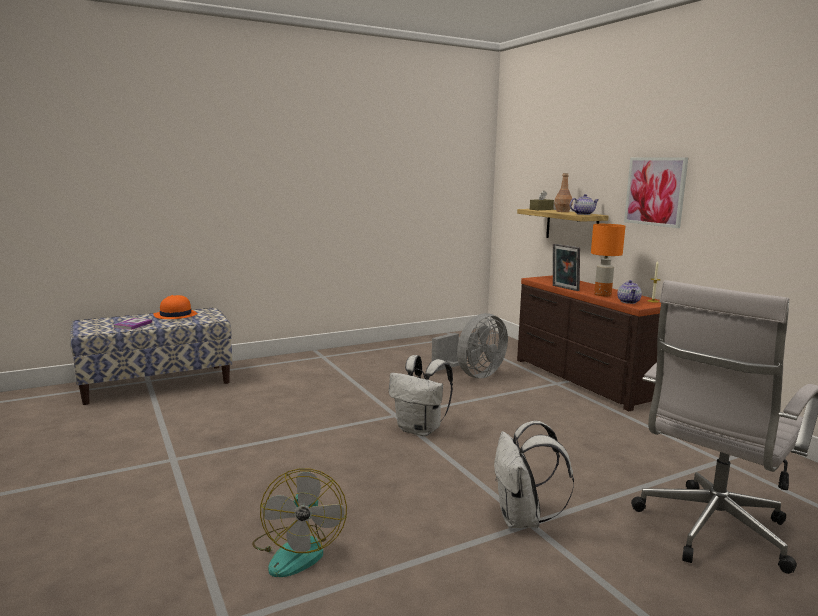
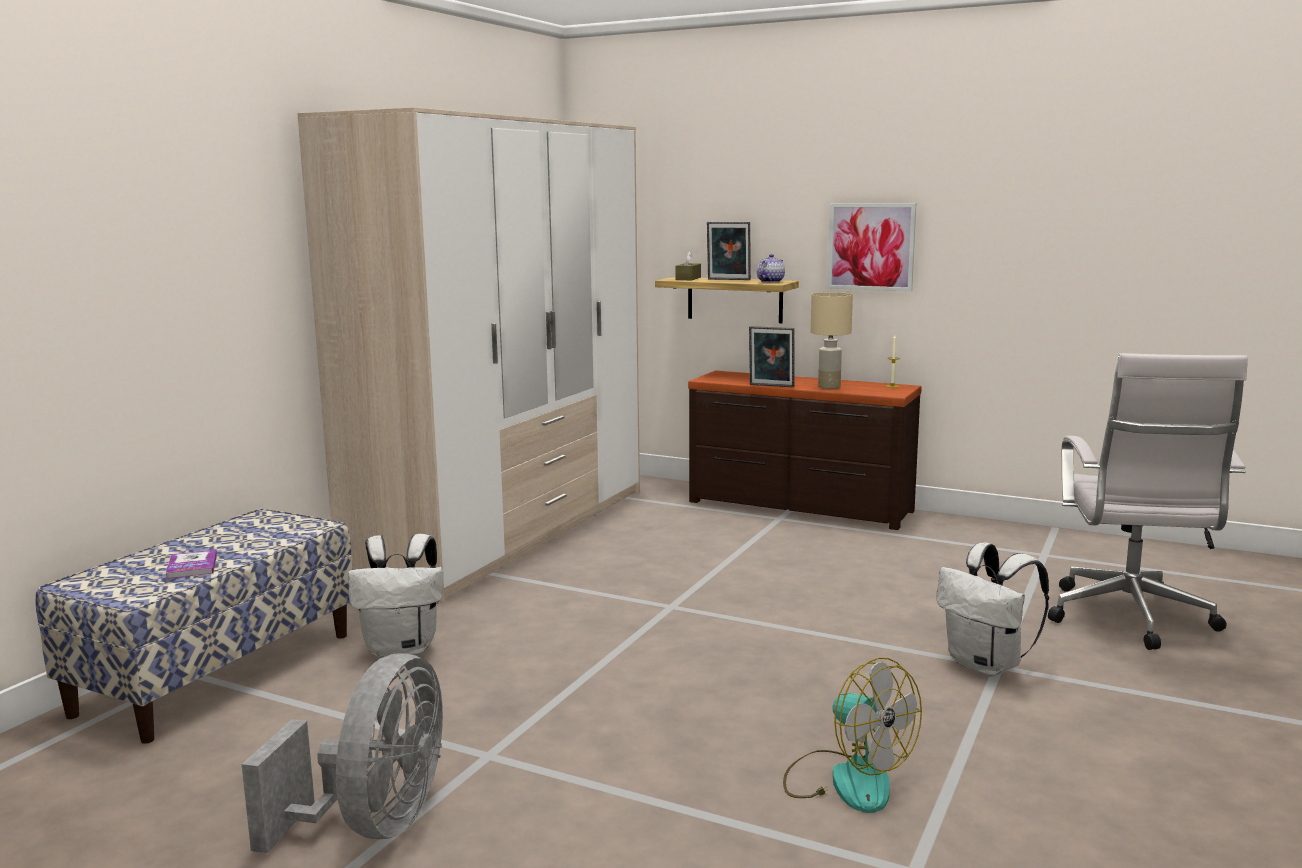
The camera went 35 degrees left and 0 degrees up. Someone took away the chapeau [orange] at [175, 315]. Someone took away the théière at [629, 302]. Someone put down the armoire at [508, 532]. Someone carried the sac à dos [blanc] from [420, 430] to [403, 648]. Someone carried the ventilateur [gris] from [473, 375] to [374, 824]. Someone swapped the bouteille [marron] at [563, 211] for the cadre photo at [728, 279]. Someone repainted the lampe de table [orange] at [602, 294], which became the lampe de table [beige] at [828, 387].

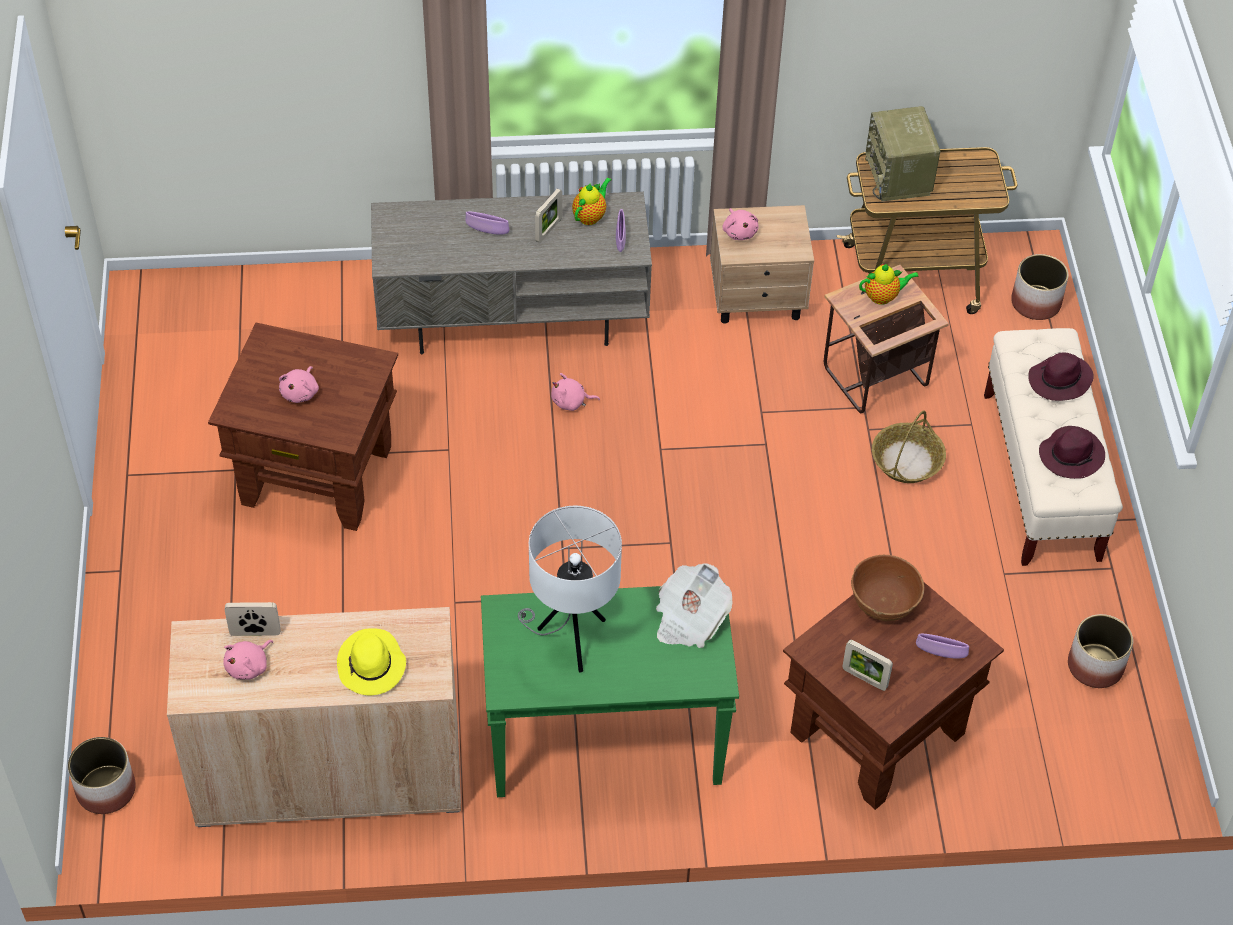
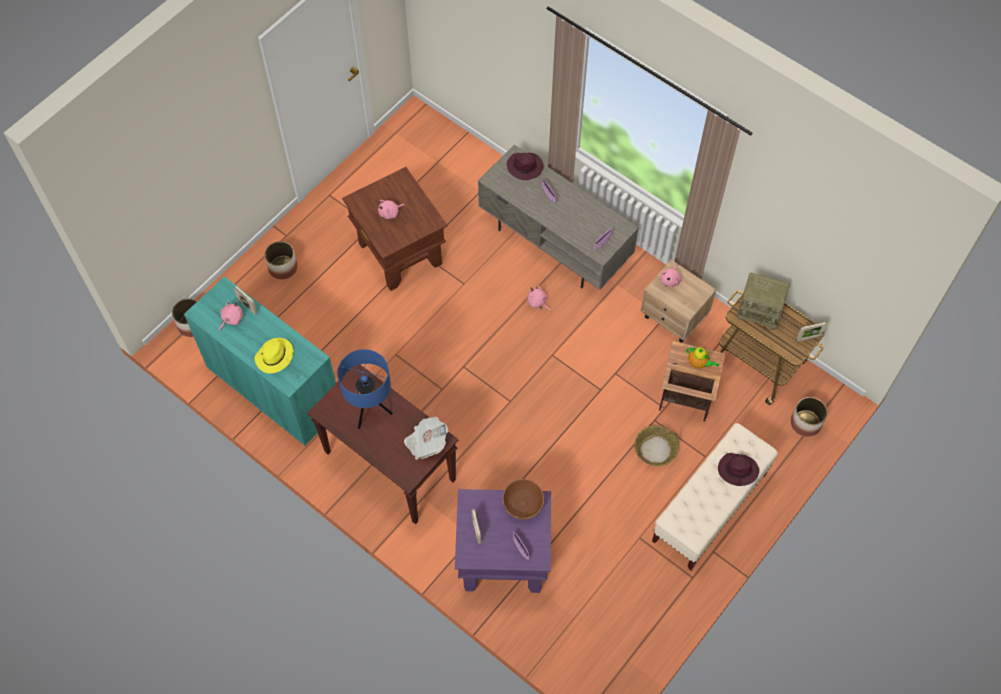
The camera went 45 degrees right and 10 degrees up. Someone took away the théière at [590, 216]. Someone carried the cadre photo from [548, 230] to [808, 338]. Someone carried the chapeau [violet] from [1071, 455] to [525, 167]. Someone carried the cache-pot from [1096, 666] to [283, 267]. Someone repainted the meuble de rangement [beige] at [329, 775], which became the meuble de rangement [turquoise] at [274, 387]. Someone repainted the table console [vert] at [603, 744], which became the table console [marron] at [388, 466]. Someone repainted the lampe de table [blanc] at [570, 638], which became the lampe de table [bleu] at [370, 410]. Someone repainted the table d'appoint [marron] at [876, 733], which became the table d'appoint [violet] at [503, 559]. Someone rotated the peluche [rose] at [249, 666] by 135 degrees clockwise. Someone rotated the radio at [899, 177] by 105 degrees counterclockwise.

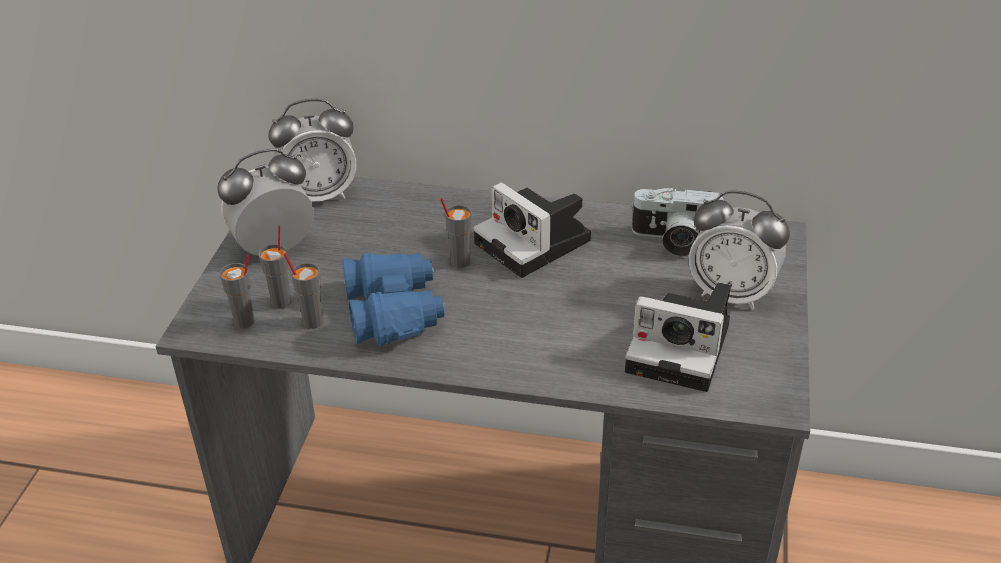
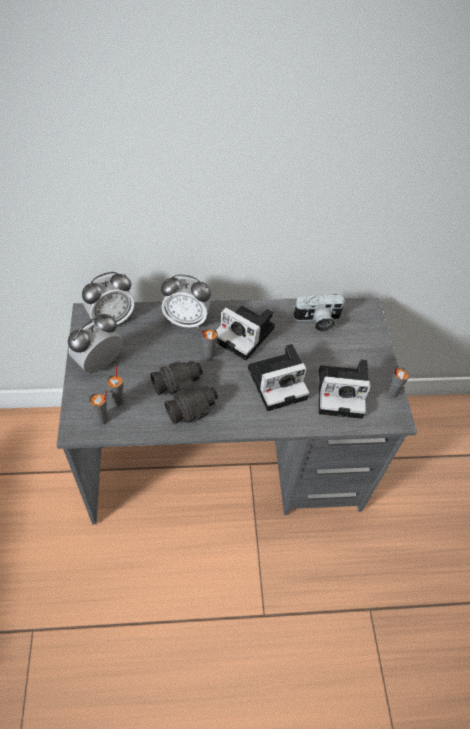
The camera went 20 degrees left and 15 degrees up. Someone put down the appareil photo at [279, 382]. Someone carried the tasse [gris] from [312, 321] to [391, 393]. Someone carried the réveil from [731, 294] to [186, 320]. Someone repainted the jumelles [bleu] at [394, 312], which became the jumelles [noir] at [185, 396].

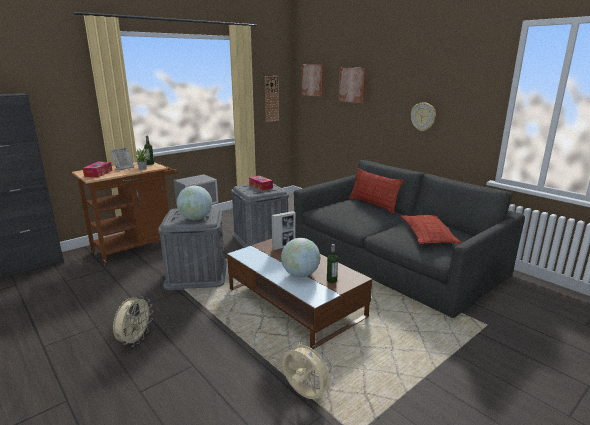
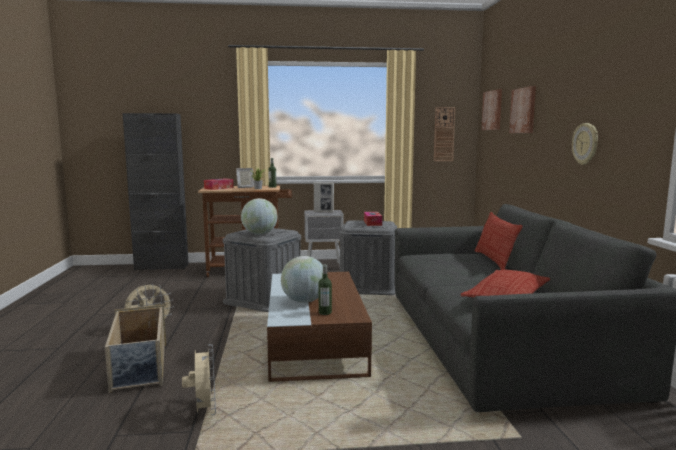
The camera went 35 degrees right and 10 degrees down. Someone put down the boîte de rangement [beige] at [139, 367]. Someone carried the cadre photo from [284, 247] to [323, 212].

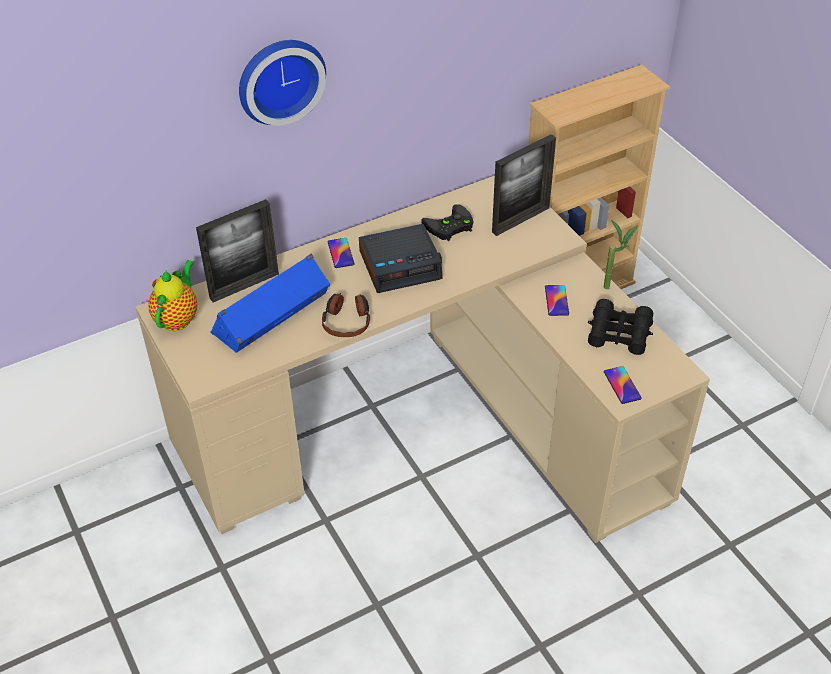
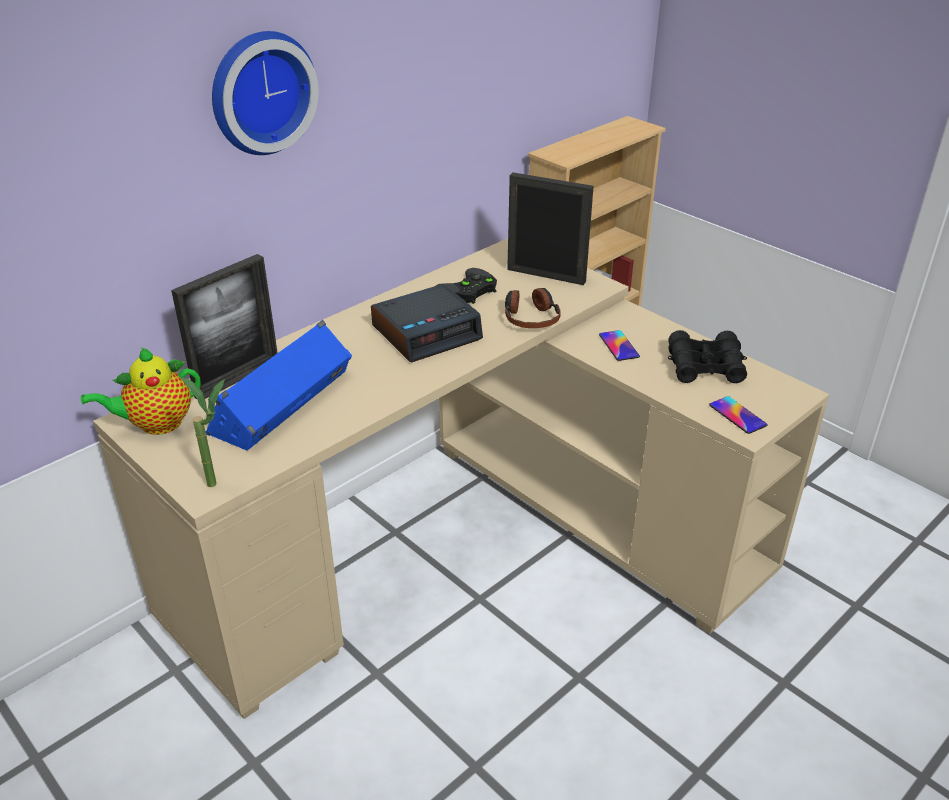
The camera went 15 degrees left and 10 degrees down. Someone took away the téléphone at [340, 253]. Someone carried the casque audio from [347, 321] to [530, 317]. Someone carried the plante en pot from [613, 288] to [221, 484]. Someone rotated the théière at [178, 318] by 120 degrees counterclockwise. Someone rotated the cadre photo at [520, 220] by 105 degrees counterclockwise.

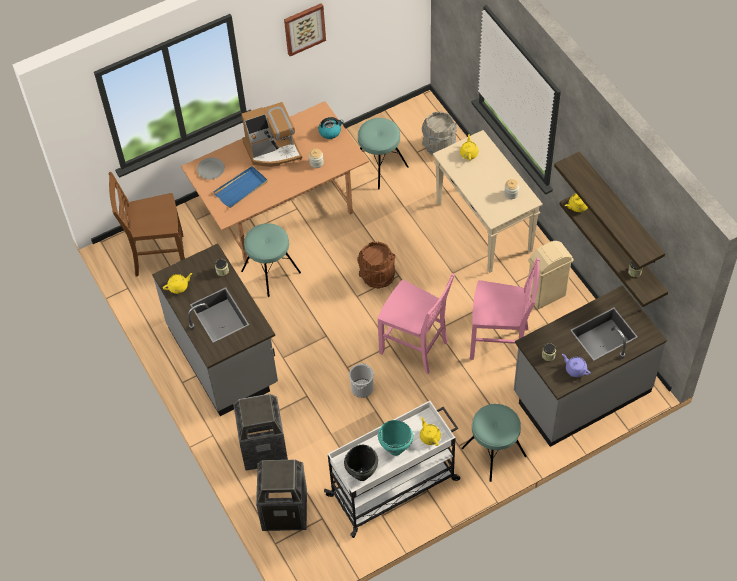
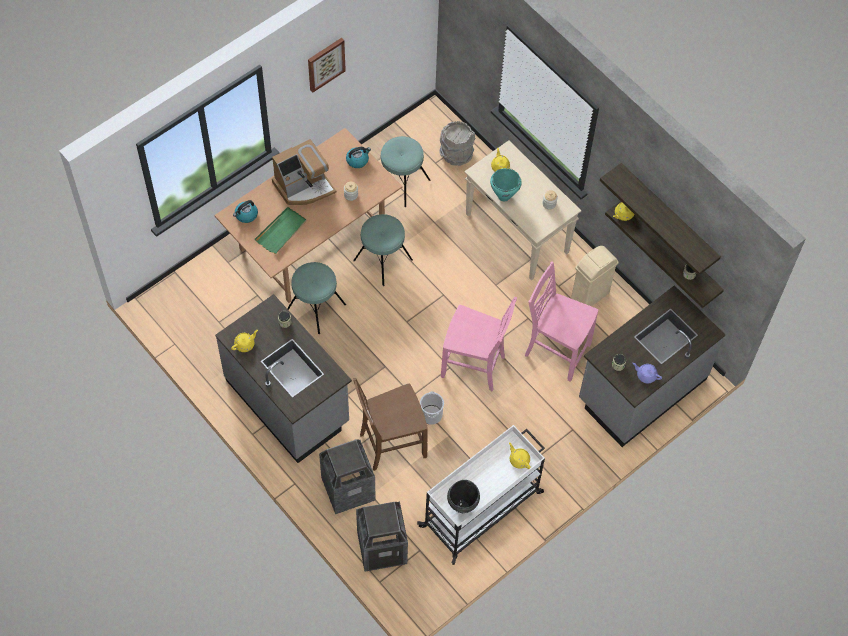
The camera went 15 degrees left and 5 degrees up. Someone took away the seau [marron] at [377, 276]. Someone carried the chaise [marron] from [158, 256] to [391, 444]. Someone carried the marmite [turquoise] from [395, 449] to [503, 196]. Someone carried the tabouret [turquoise] from [493, 452] to [382, 260]. Someone swapped the assiette [gris] at [211, 169] for the bouilloire at [246, 215]. Someone repainted the plateau [bleu] at [241, 188], which became the plateau [vert] at [281, 231]. Someone rotated the chaise [rose] at [500, 343] by 150 degrees counterclockwise.

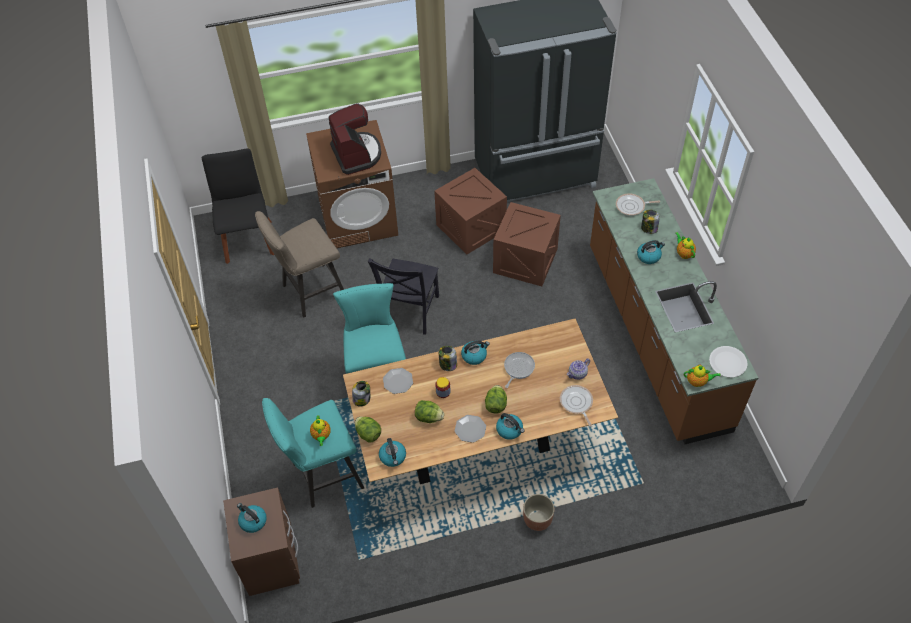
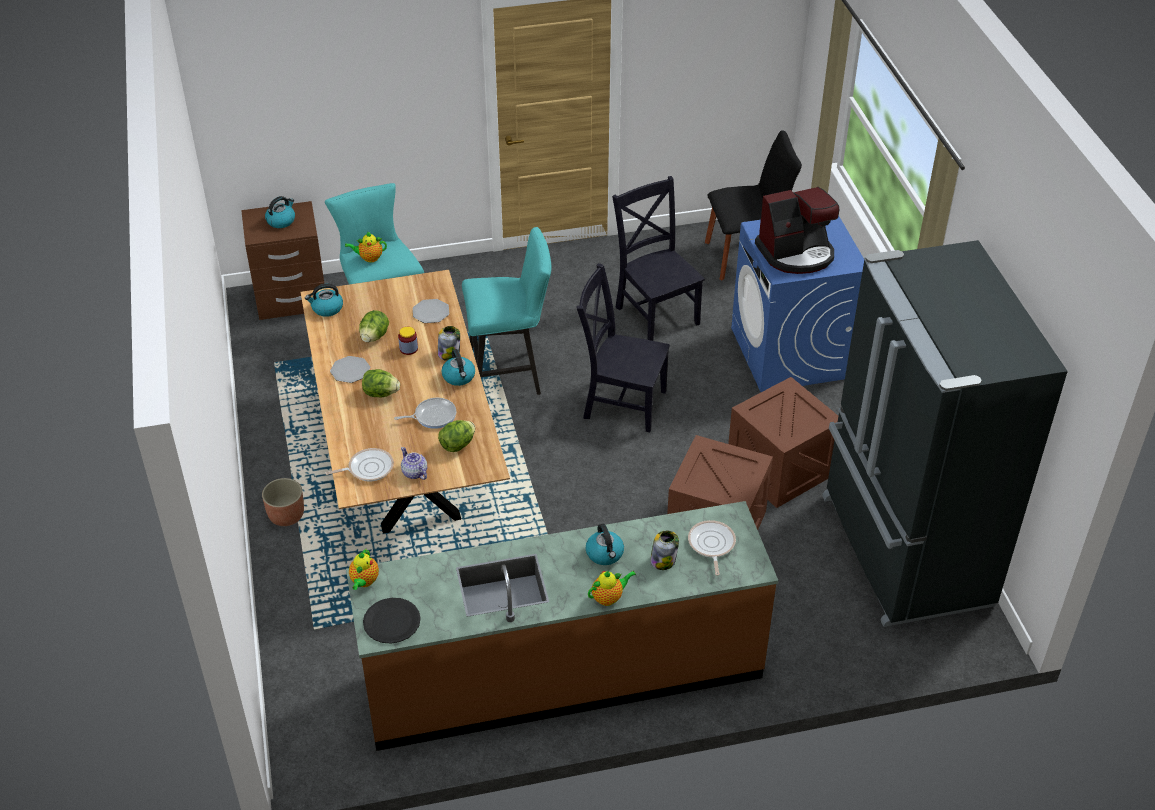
The camera went 90 degrees right and 10 degrees down. Someone took away the bocal at [362, 399]. Someone took away the bouilloire at [510, 430]. Someone carried the laitue from [368, 434] to [457, 445]. Someone swapped the tabouret [beige] at [310, 293] for the chaise [noir] at [656, 313]. Someone repainted the lave-linge [marron] at [359, 219], which became the lave-linge [bleu] at [789, 353]. Someone repainted the assiette [blanc] at [727, 362], which became the assiette [noir] at [391, 622]. Someone rotated the poêle at [518, 368] by 45 degrees counterclockwise.

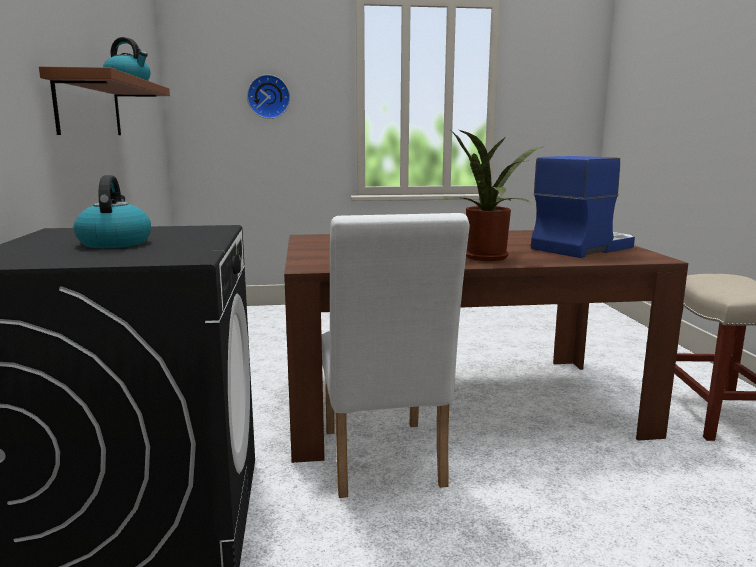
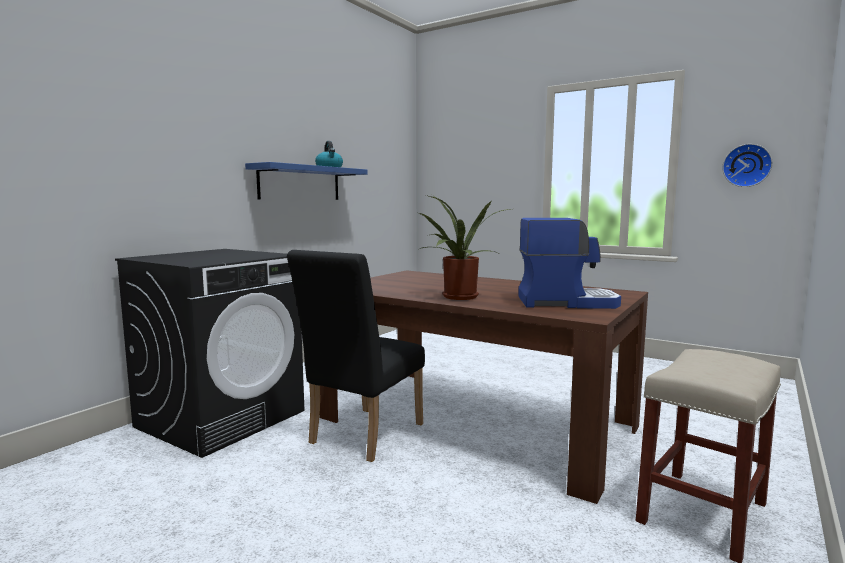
The camera went 40 degrees right and 5 degrees down. Someone took away the bouilloire at [115, 243]. Someone carried the horloge murale from [268, 97] to [747, 165]. Someone repainted the étagère [marron] at [89, 107], which became the étagère [bleu] at [300, 183]. Someone repainted the chaise [blanc] at [383, 464], which became the chaise [noir] at [361, 436].

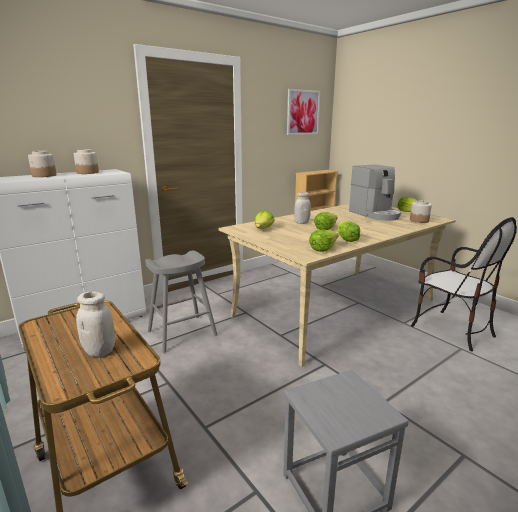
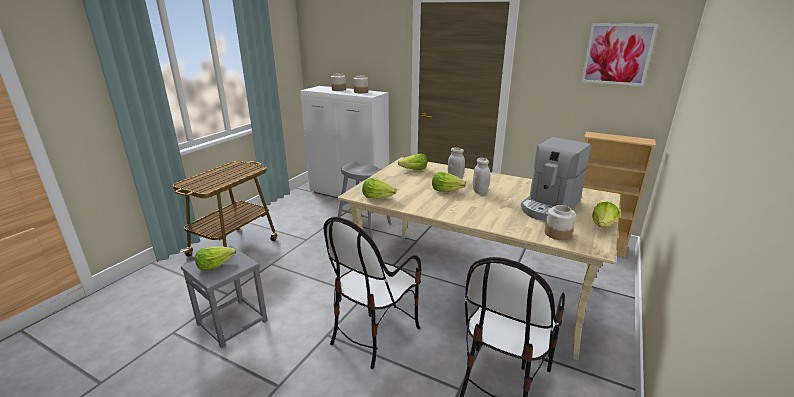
The camera went 65 degrees right and 5 degrees up. Someone put down the chaise at [374, 333]. Someone carried the bocal [blanc] from [100, 351] to [480, 191]. Someone carried the laitue from [346, 239] to [215, 265].

